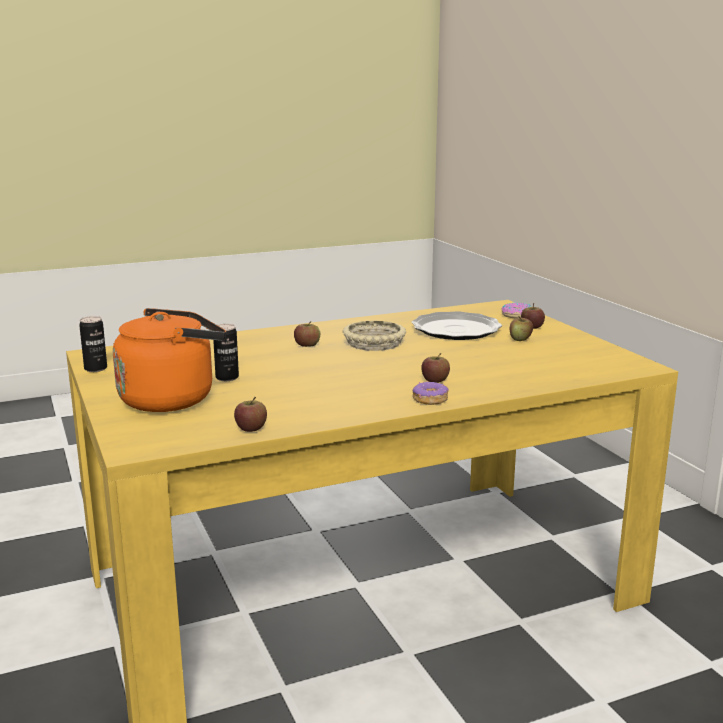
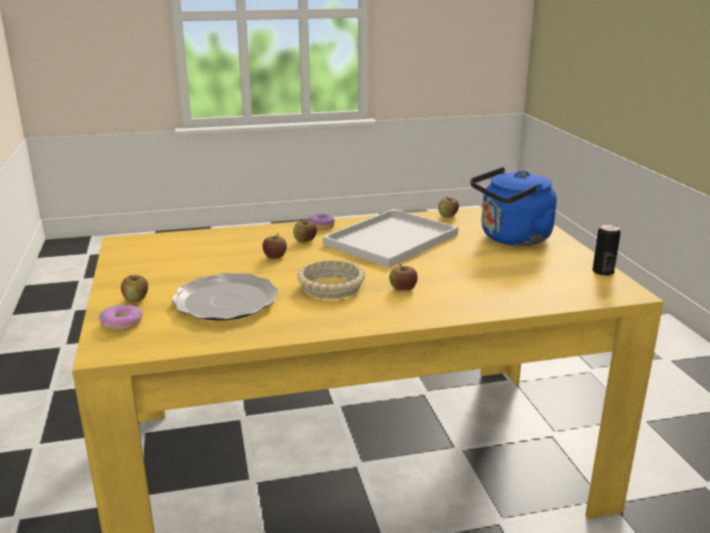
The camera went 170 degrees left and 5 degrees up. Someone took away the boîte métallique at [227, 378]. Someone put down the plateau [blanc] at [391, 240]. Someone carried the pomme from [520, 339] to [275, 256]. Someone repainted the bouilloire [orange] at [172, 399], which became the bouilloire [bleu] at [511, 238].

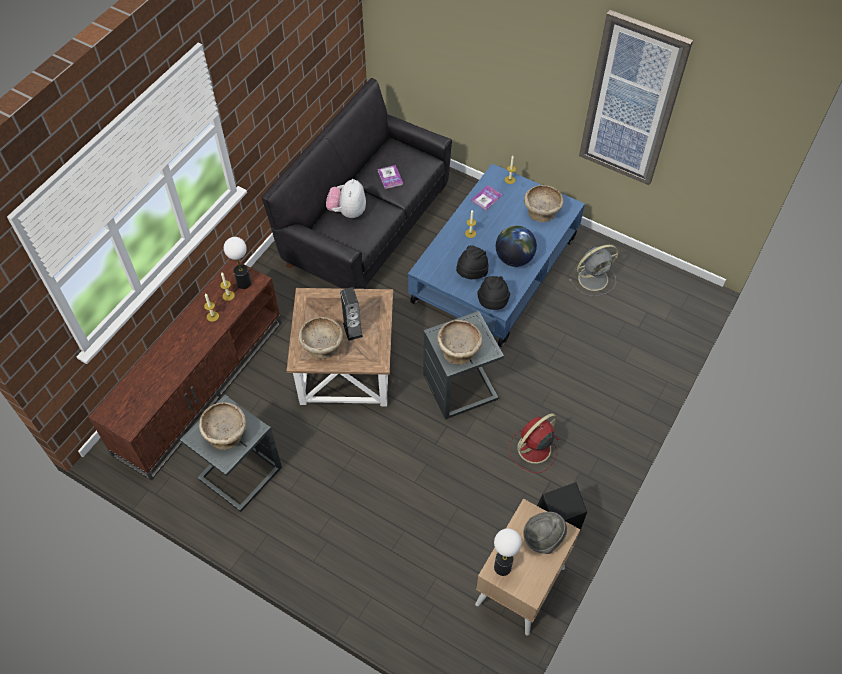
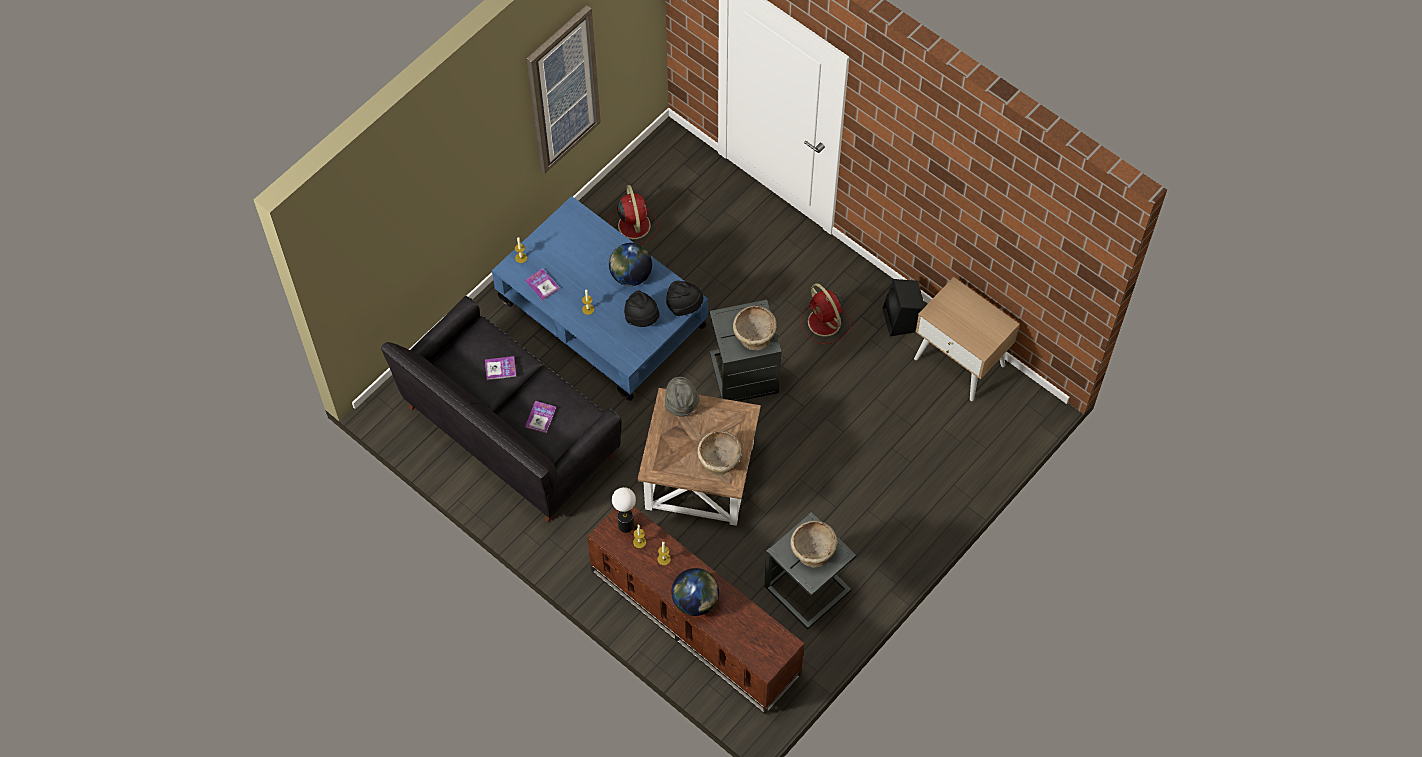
The camera went 80 degrees left and 5 degrees up. Someone took away the enceinte at [352, 329]. Someone took away the lampe de table at [502, 567]. Someone took away the bol [beige] at [541, 213]. Someone put down the globe at [695, 601]. Someone carried the chapeau [gris] from [543, 538] to [681, 404]. Someone swapped the peluche at [348, 211] for the livre at [540, 417]. Someone repainted the ventilateur [gris] at [594, 278], which became the ventilateur [rouge] at [633, 224].

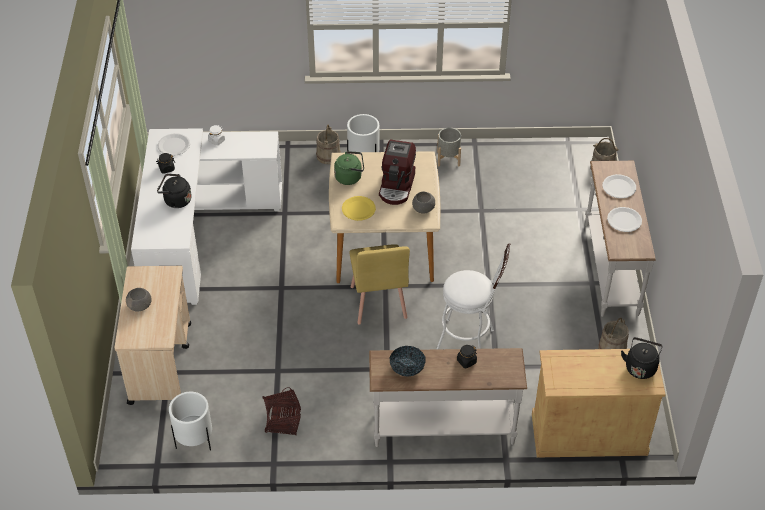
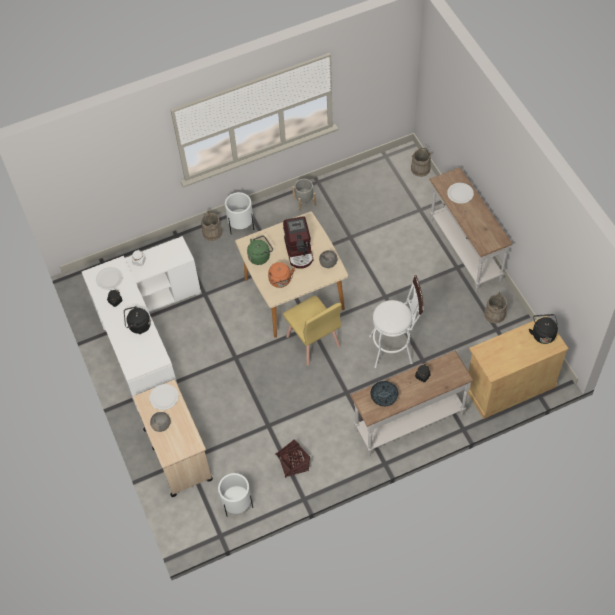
The camera went 20 degrees left and 10 degrees up. Someone carried the assiette [blanc] from [624, 220] to [164, 397]. Someone swapped the assiette [jaune] at [358, 209] for the bouilloire [orange] at [281, 281].

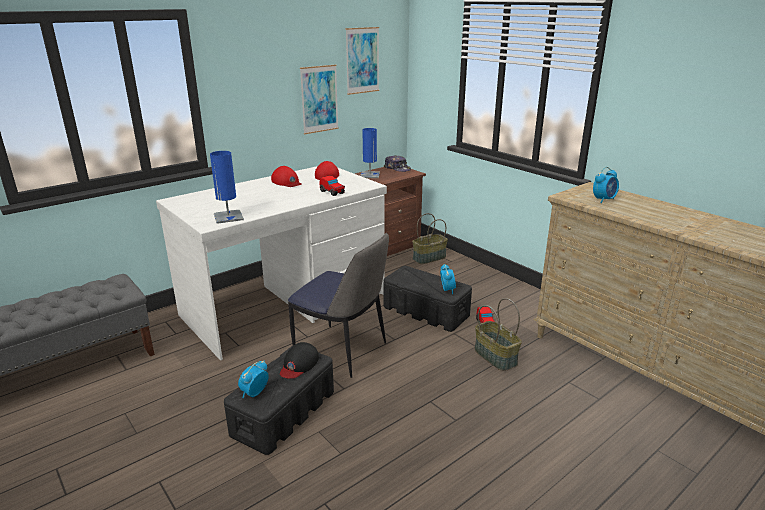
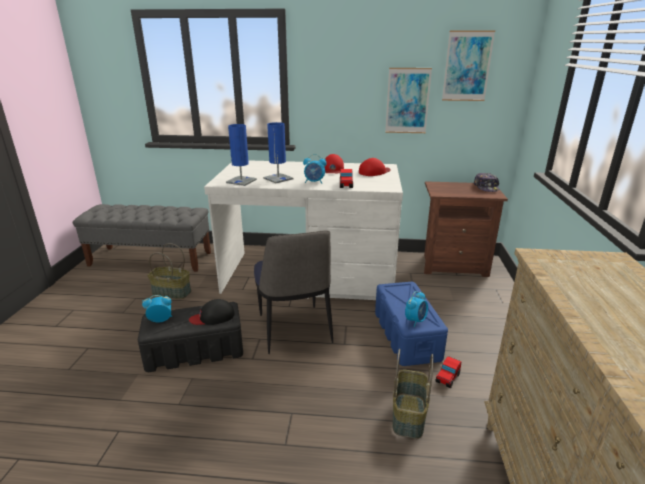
The camera went 45 degrees right and 0 degrees up. Someone carried the lampe de table [bleu] from [370, 175] to [278, 179]. Someone carried the panier from [429, 258] to [171, 293]. Someone carried the réveil from [604, 200] to [314, 182]. Someone repainted the boîte de rangement [noir] at [426, 312], which became the boîte de rangement [bleu] at [406, 336].

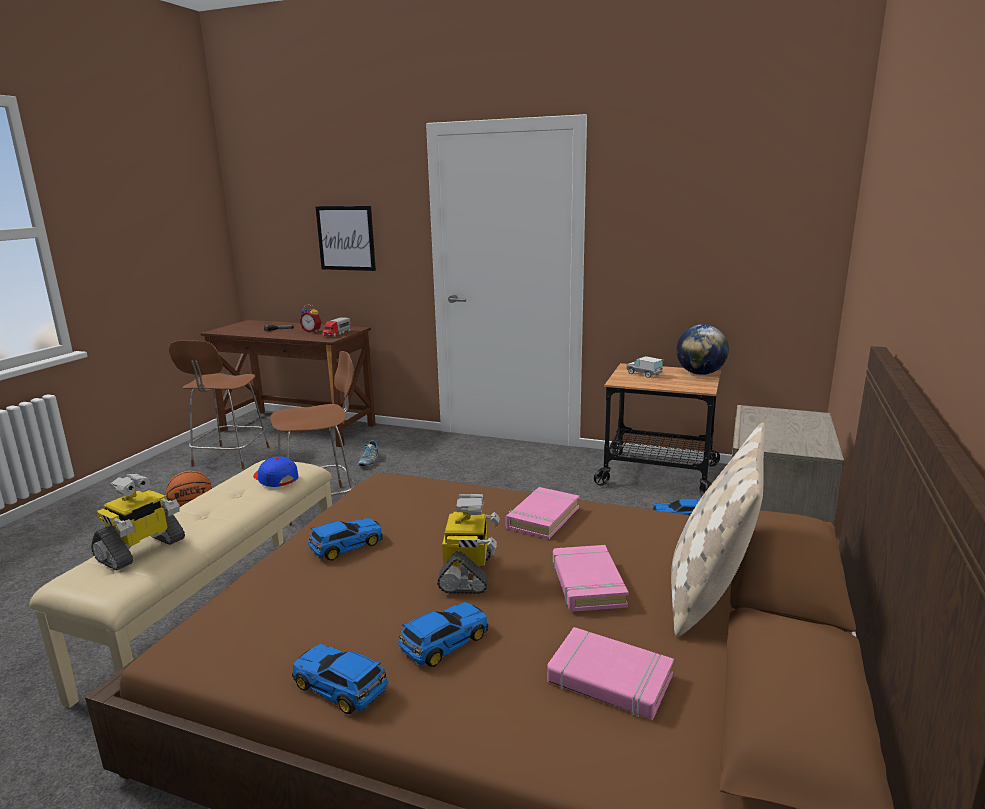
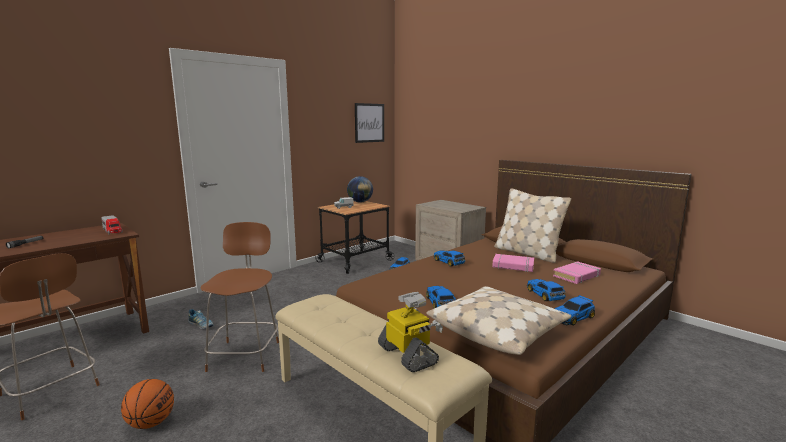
The camera went 65 degrees left and 5 degrees down. Someone took away the casquette [bleu] at [275, 479]. Someone took away the réveil at [312, 331]. Someone took away the robot jouet at [468, 573]. Someone put down the coussin [beige] at [497, 330]. Someone carried the tableau from [346, 238] to [369, 123]. Someone swapped the livre [rose] at [542, 518] for the petite voiture at [449, 262].

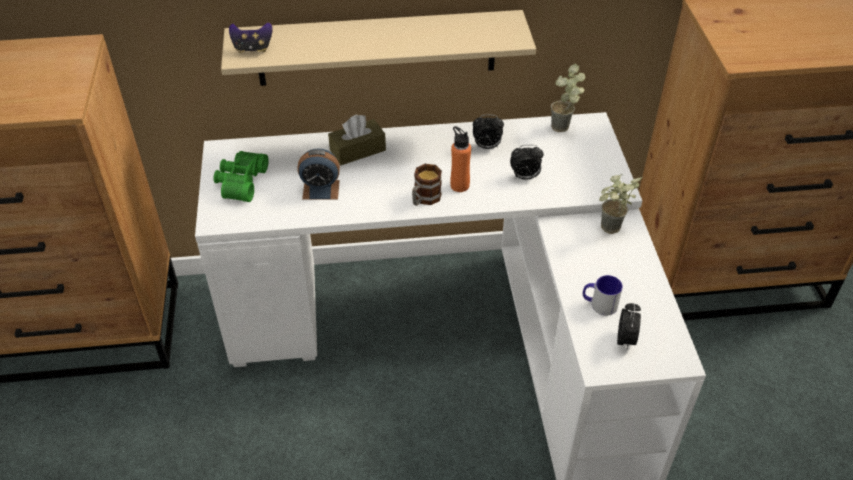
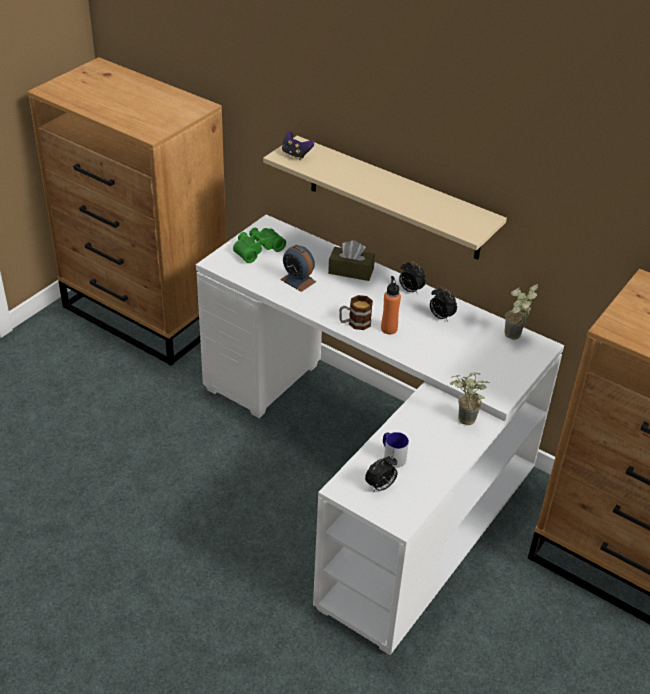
The camera went 40 degrees right and 5 degrees down. Someone carried the réveil from [524, 177] to [410, 290].

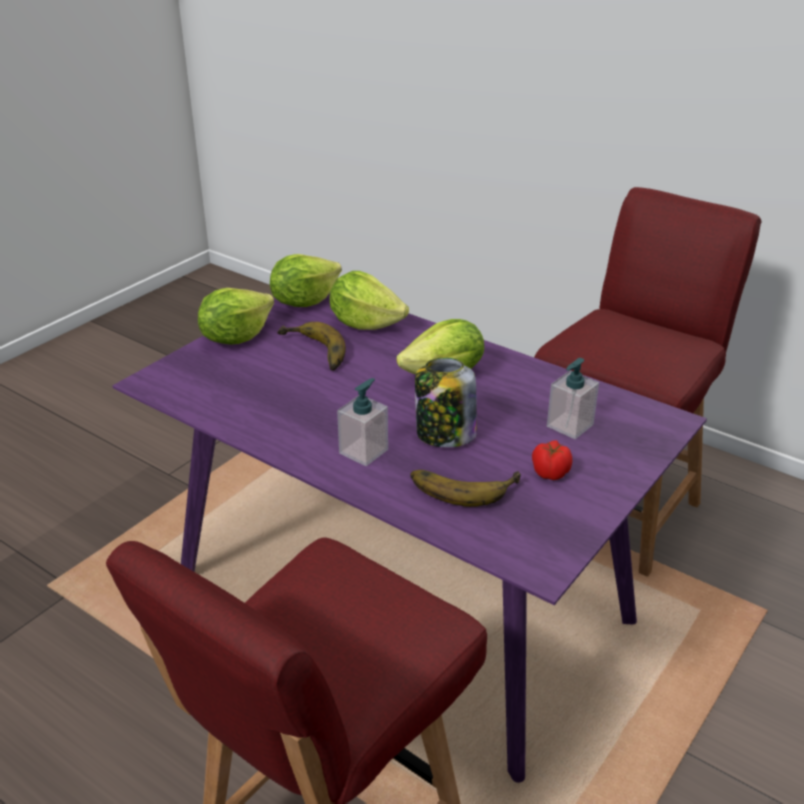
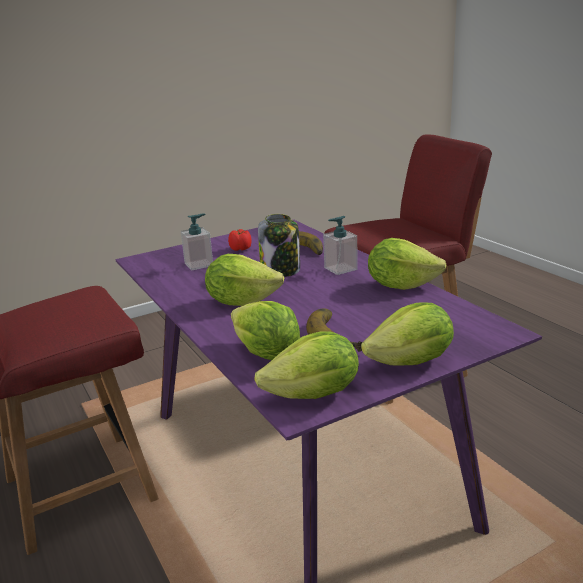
The camera went 155 degrees left and 10 degrees down. Someone put down the laitue at [401, 285].

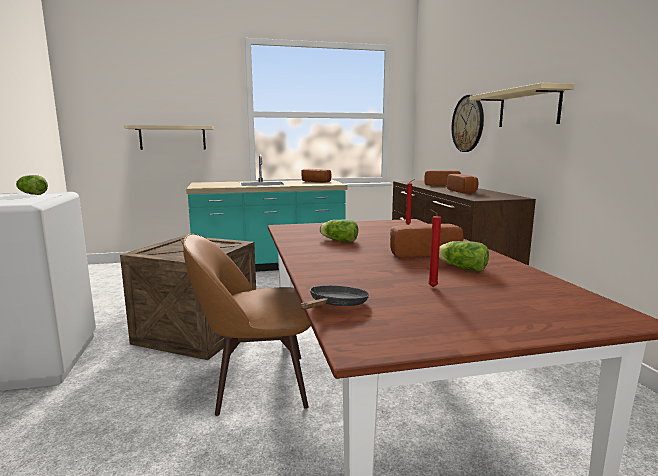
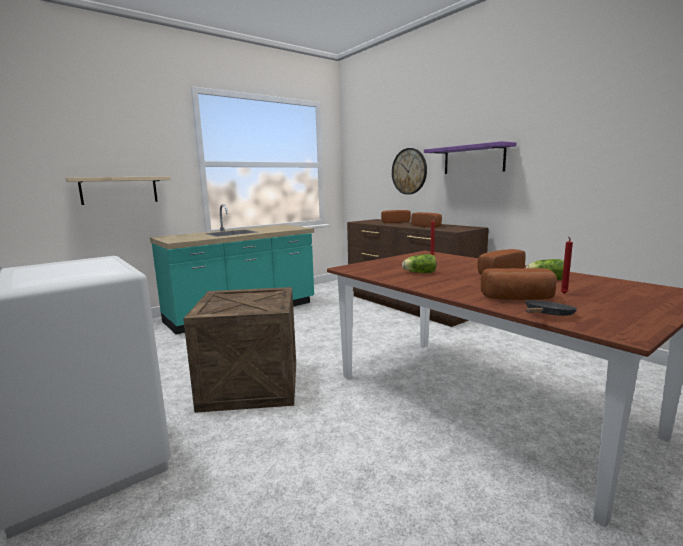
The camera went 25 degrees left and 0 degrees up. Someone took away the laitue at [31, 194]. Someone took away the chaise [marron] at [256, 383]. Someone carried the pain from [314, 182] to [519, 299]. Someone repainted the étagère [beige] at [528, 108], which became the étagère [violet] at [473, 159]. Someone rotated the poêle [noir] at [336, 306] by 45 degrees clockwise.

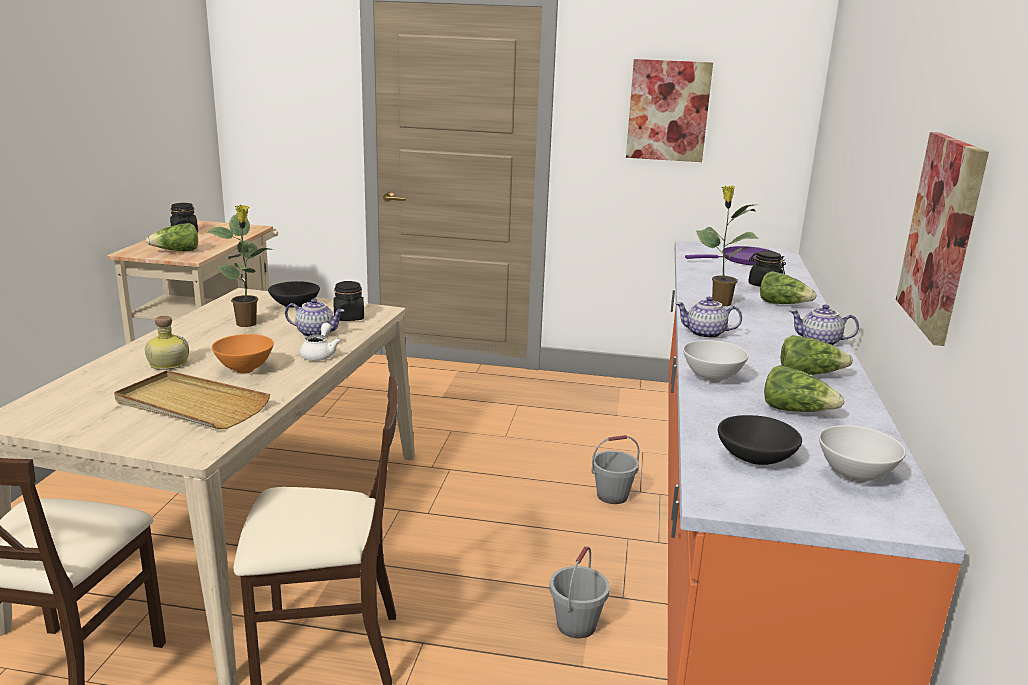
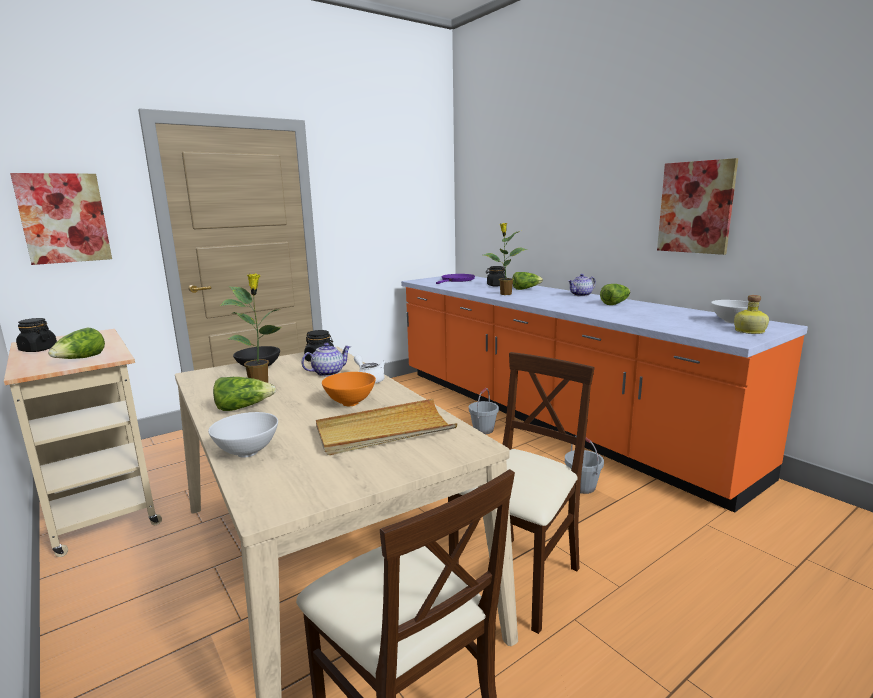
The camera went 45 degrees left and 5 degrees down. Someone took away the théière at [705, 334]. Someone took away the bol [noir] at [755, 457]. Someone carried the bouteille from [167, 363] to [748, 331]. Someone carried the tableau from [668, 110] to [64, 218]. Someone carried the bol [blanc] from [711, 379] to [247, 453]. Someone carried the laitue from [796, 411] to [243, 407].

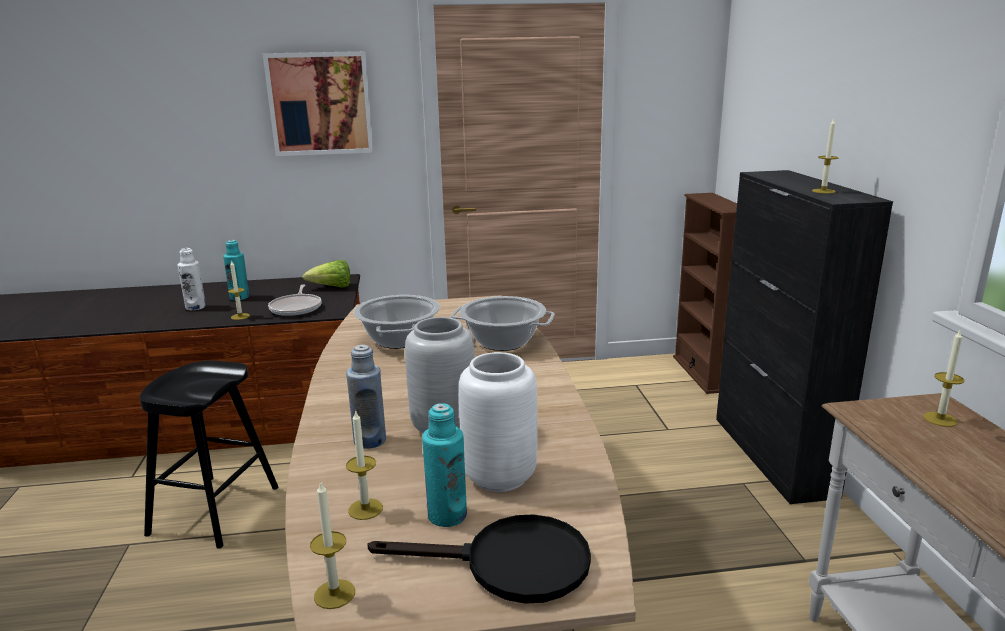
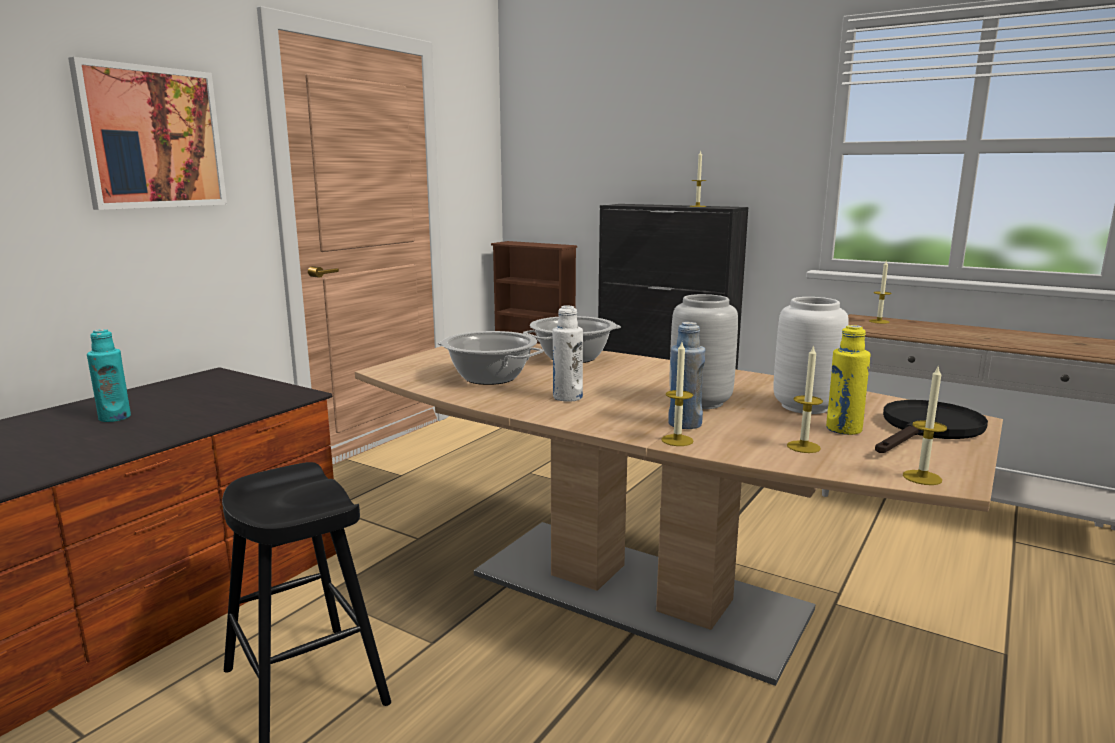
The camera went 50 degrees left and 5 degrees down. Someone took away the poêle at [296, 308]. Someone took away the laitue at [332, 287]. Someone carried the bouteille [blanc] from [195, 307] to [567, 397]. Someone carried the bougie from [240, 316] to [677, 440]. Someone repainted the bouteille [turquoise] at [447, 515], which became the bouteille [jaune] at [843, 429].

